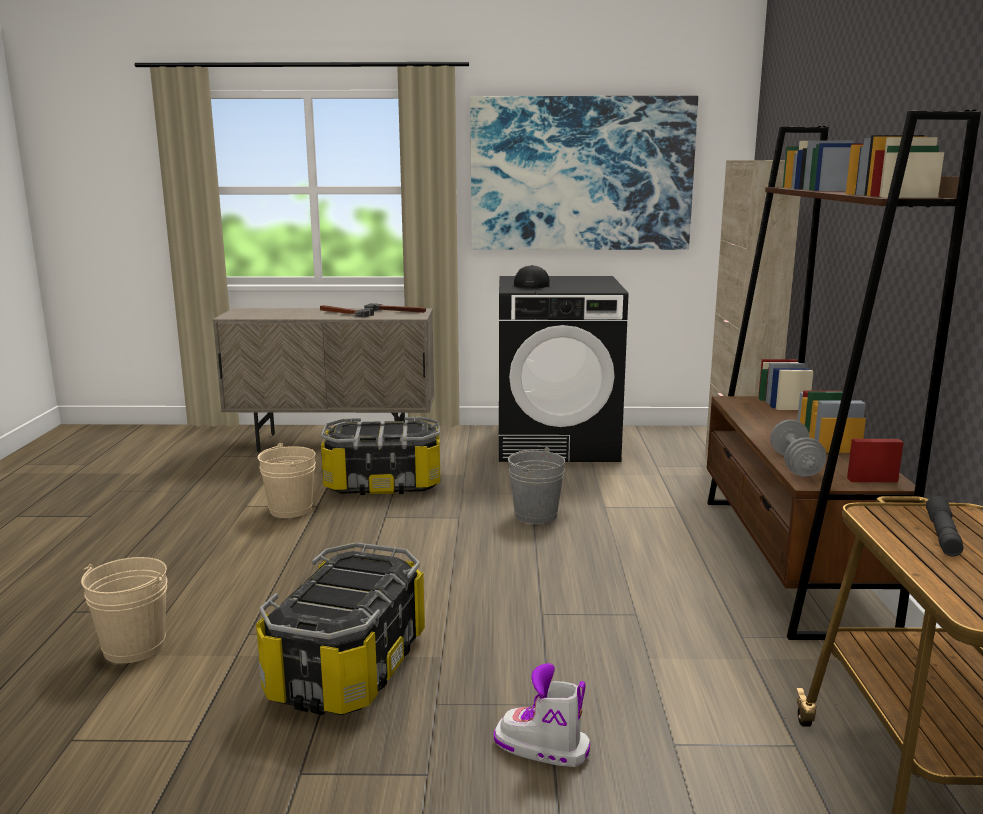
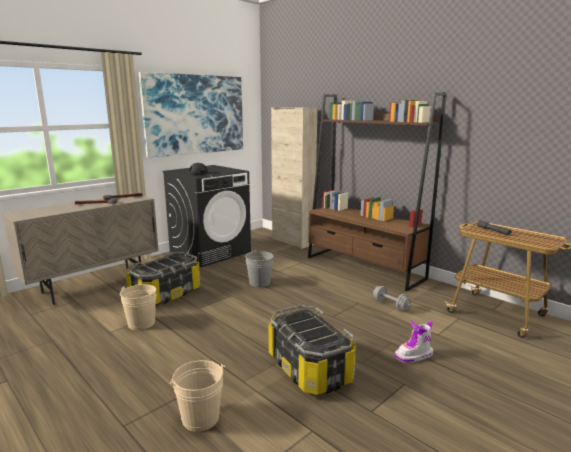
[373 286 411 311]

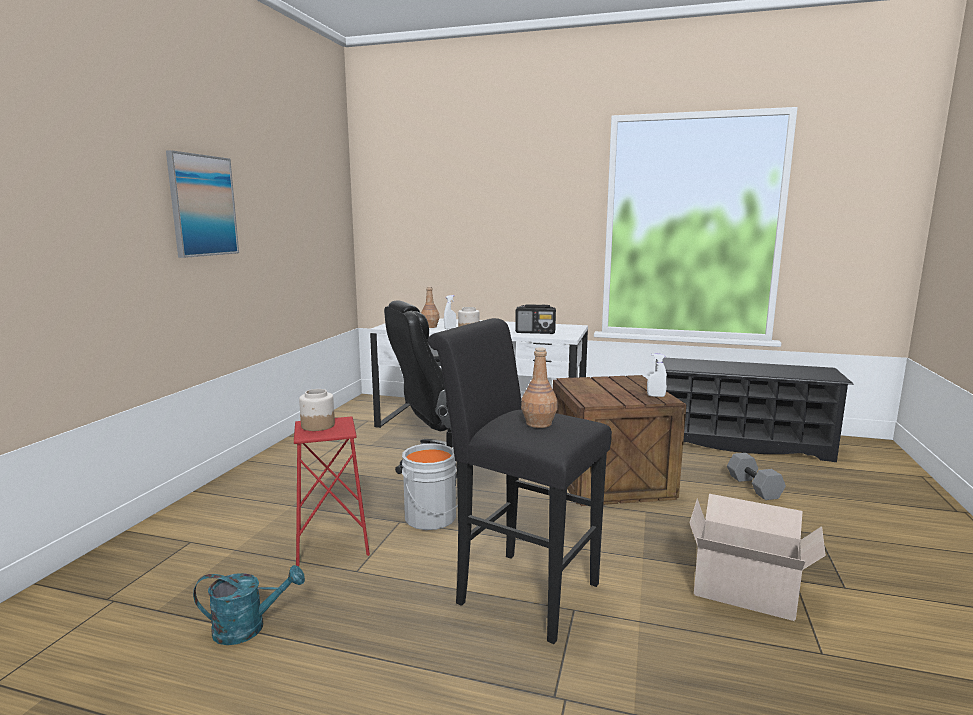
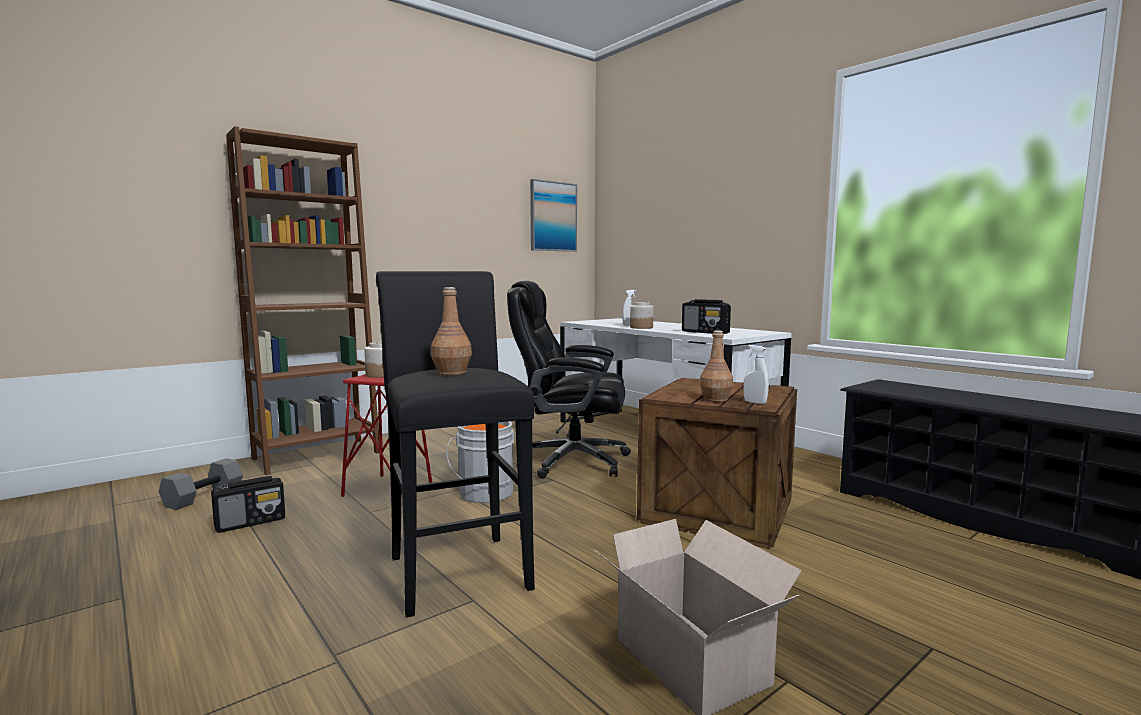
[159 458 243 510]
[211 476 285 533]
[226 126 380 475]
[530 179 577 252]
[700 330 733 402]

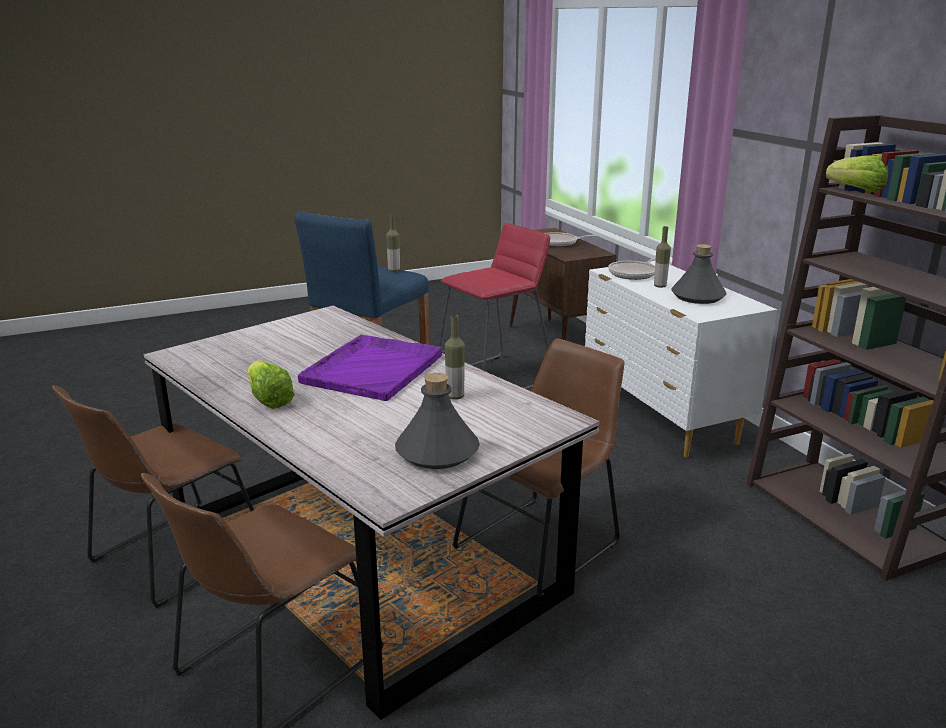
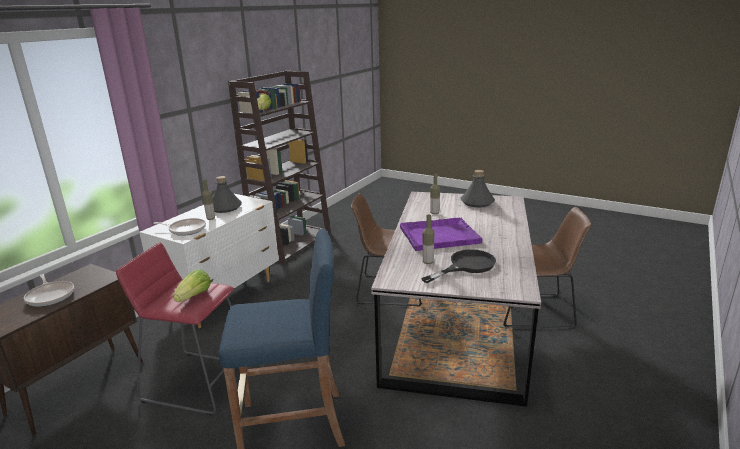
[173 269 211 302]
[421 249 496 283]
[423 214 435 264]
[52 385 254 608] (first image)

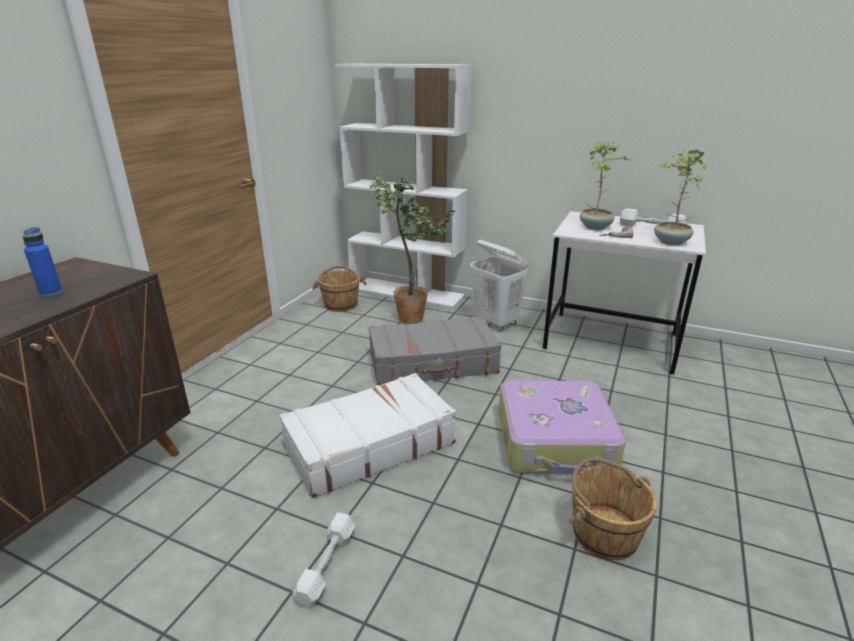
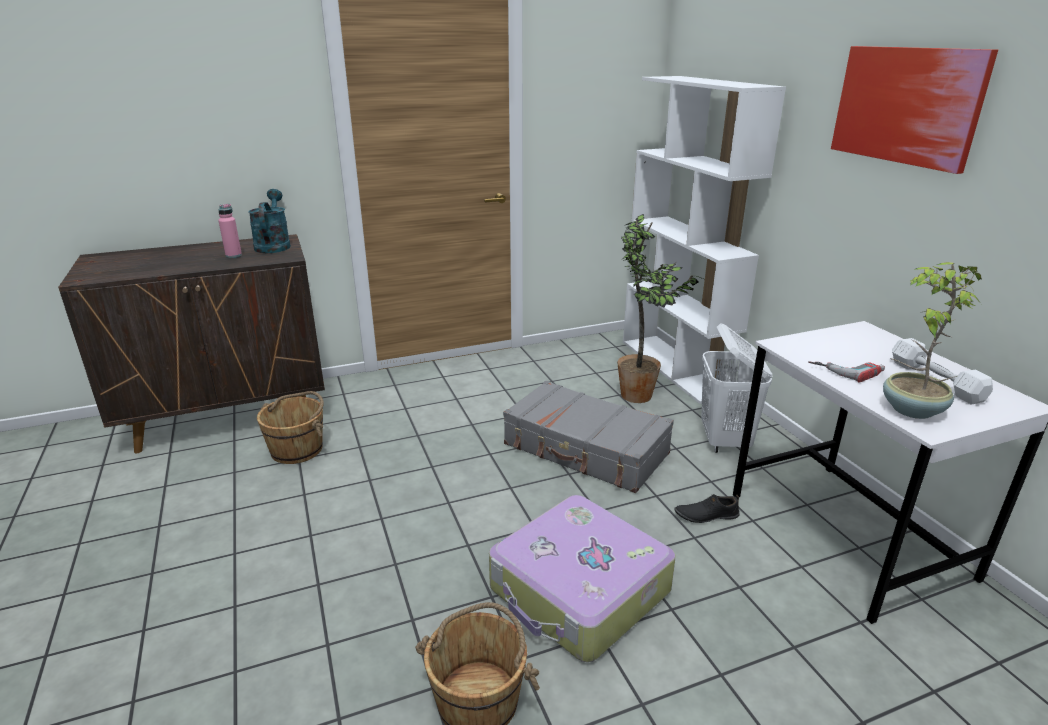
[218 204 242 258]
[248 189 291 253]
[257 391 324 464]
[674 494 739 523]
[831 46 998 174]
[280 373 456 498] (first image)
[292 512 356 607] (first image)
[580 141 630 230] (first image)

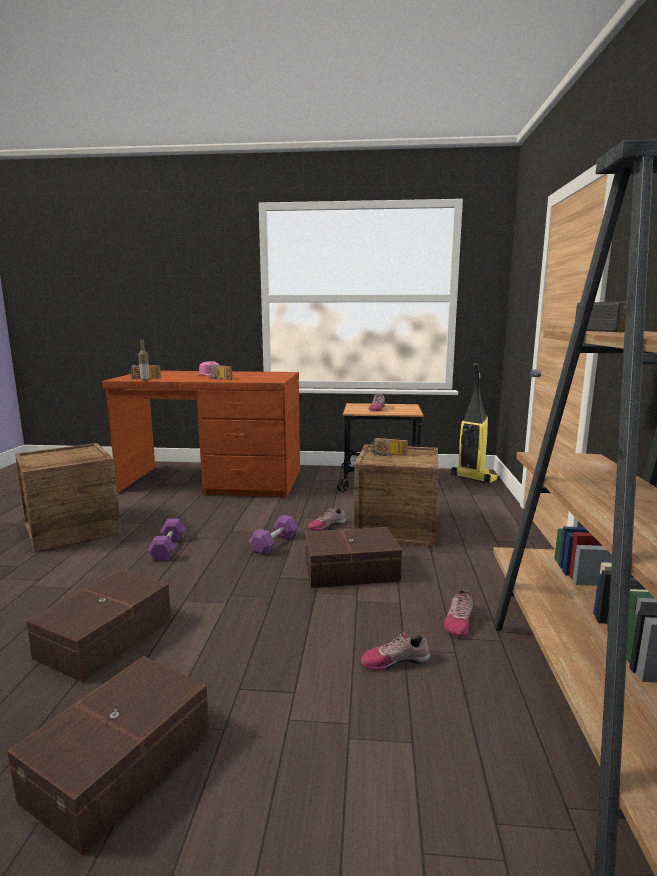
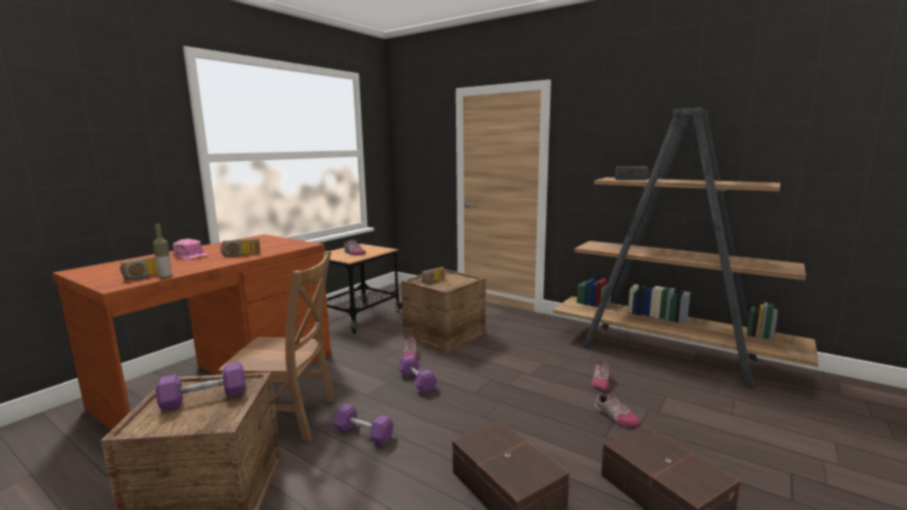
[156 362 246 412]
[218 251 335 442]
[594 393 641 426]
[305 527 402 588] (first image)
[451 363 500 484] (first image)

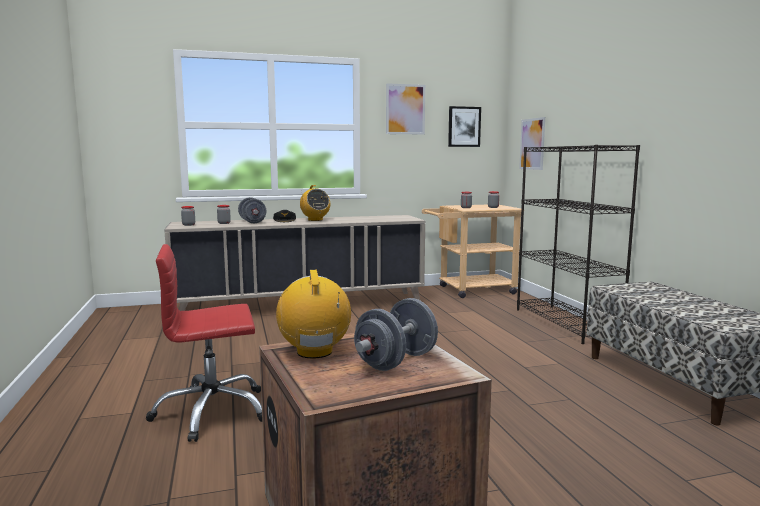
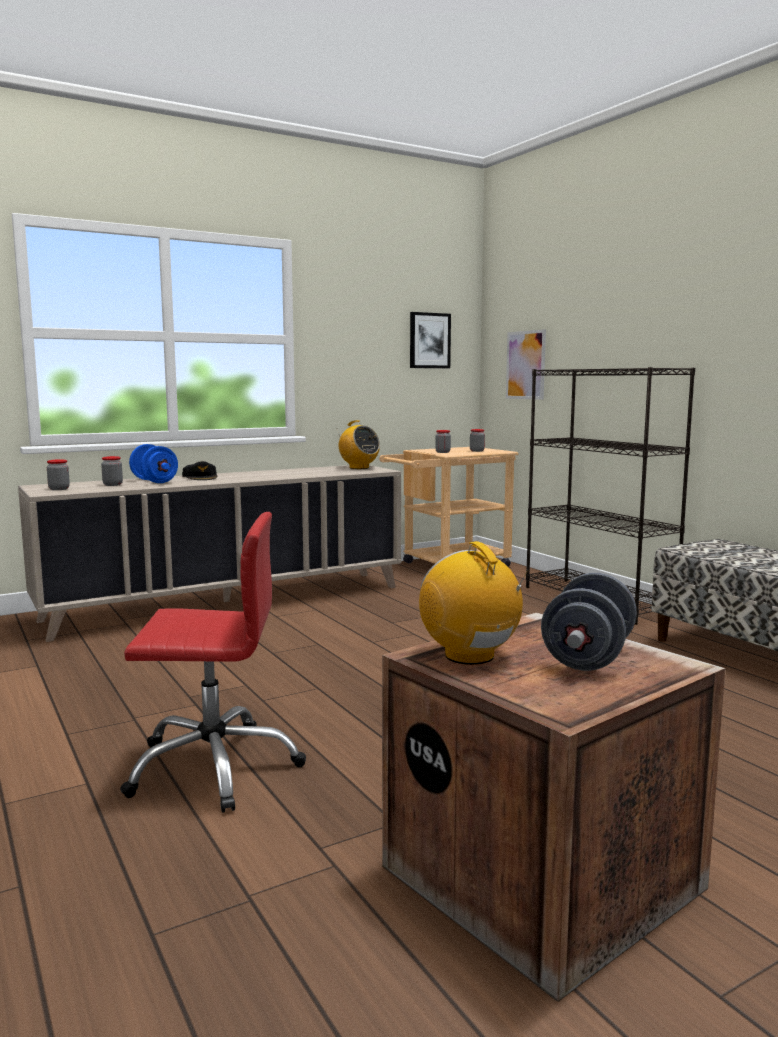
[120 512 306 813]
[129 444 178 483]
[337 420 380 469]
[386 83 425 135] (first image)

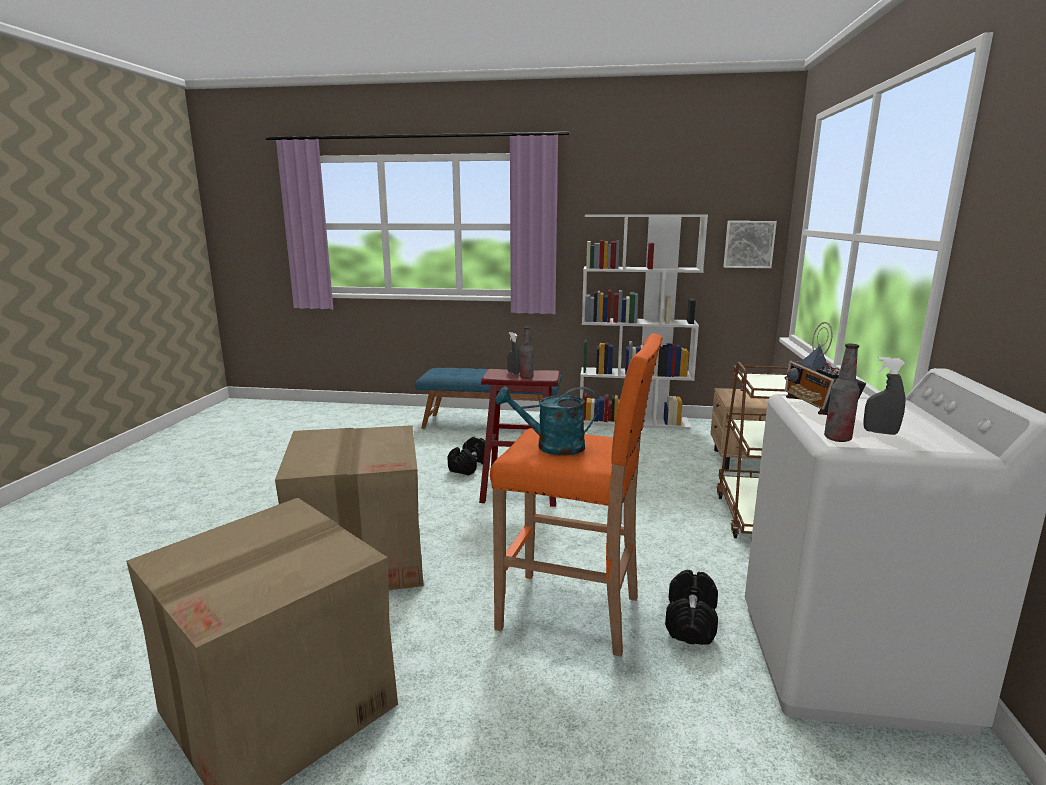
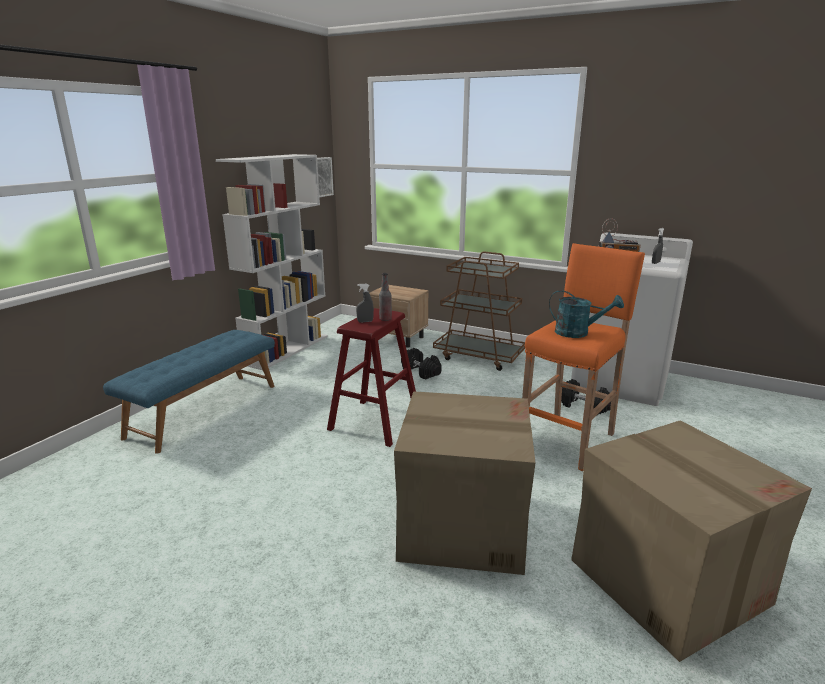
[401 348 442 380]
[549 290 624 338]
[824 344 860 442] (first image)

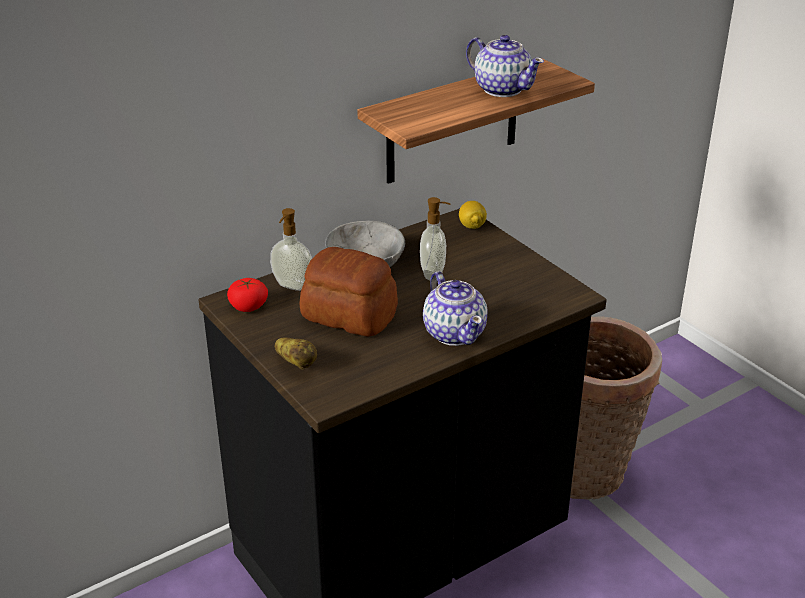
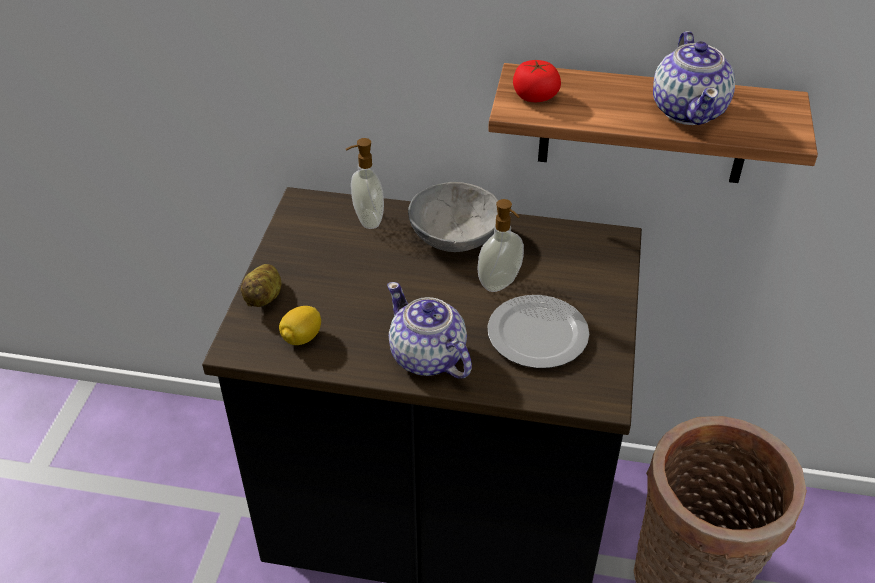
[279 306 321 345]
[387 282 472 379]
[487 295 589 368]
[513 60 561 102]
[300 247 398 337] (first image)

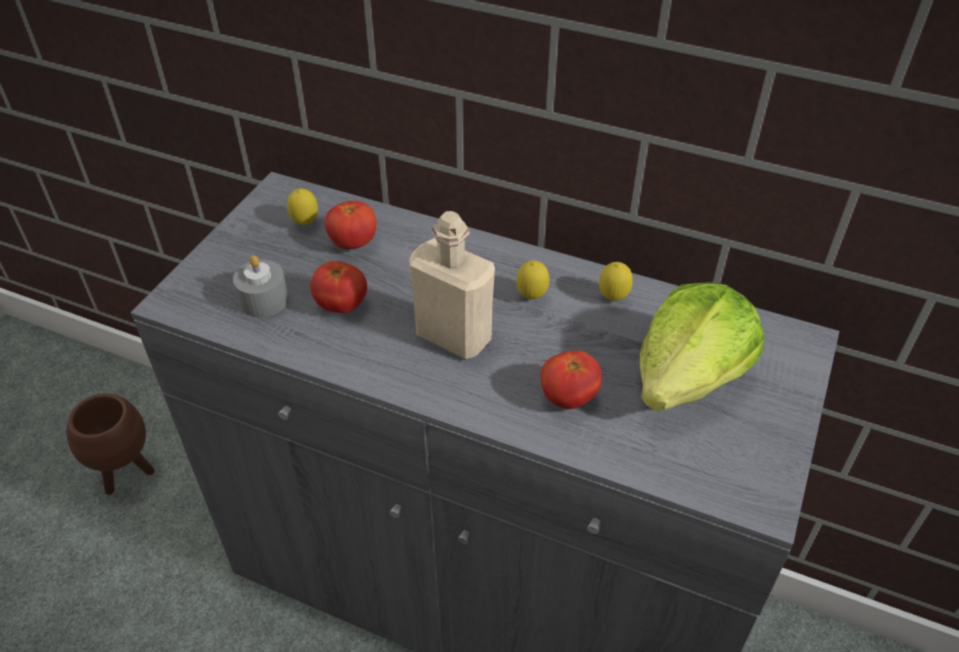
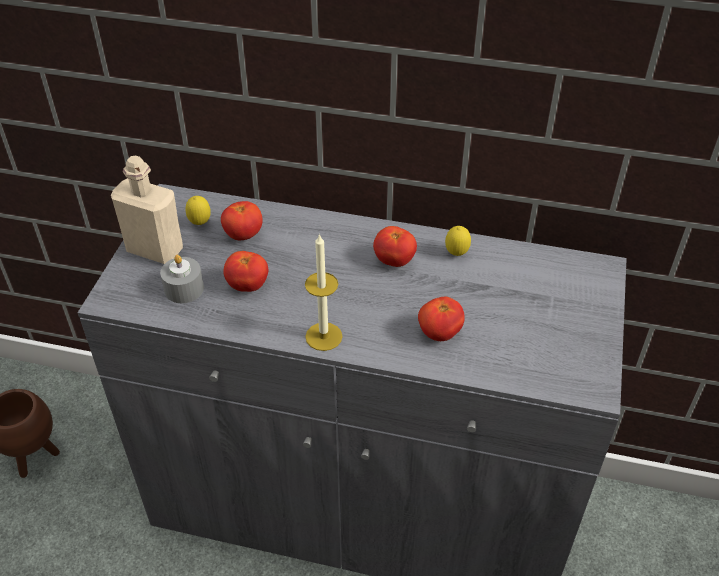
[111 156 183 264]
[305 234 343 351]
[373 226 417 267]
[640 282 764 411] (first image)

